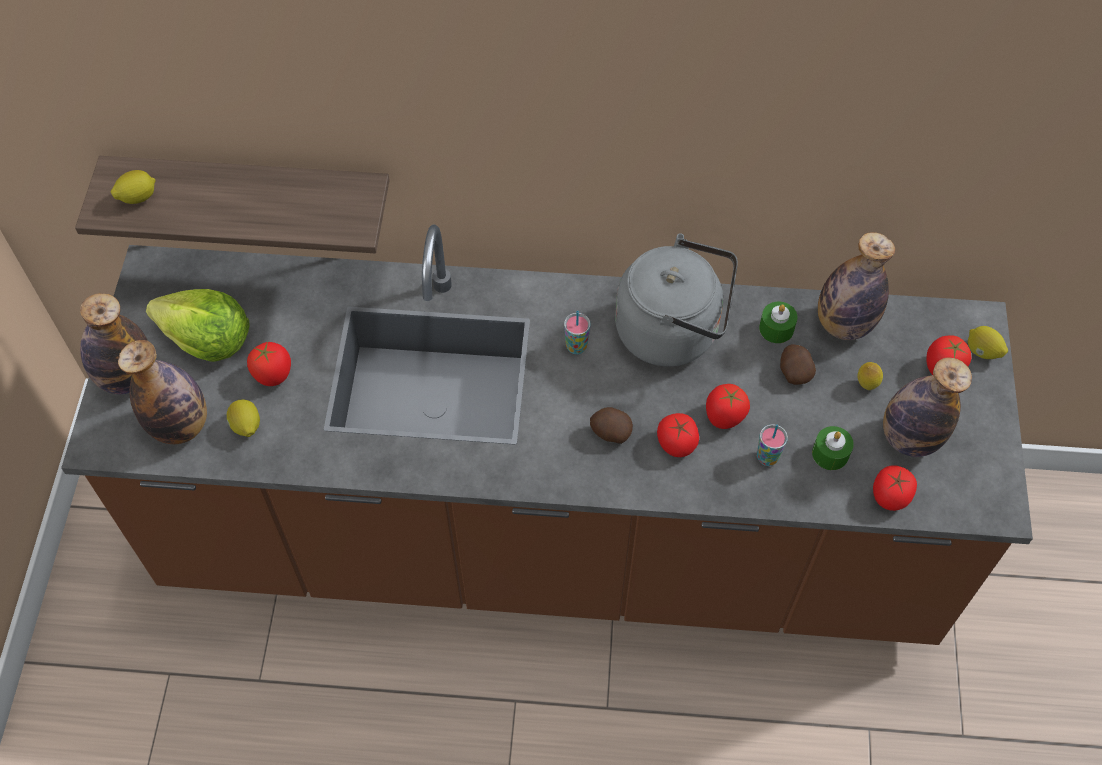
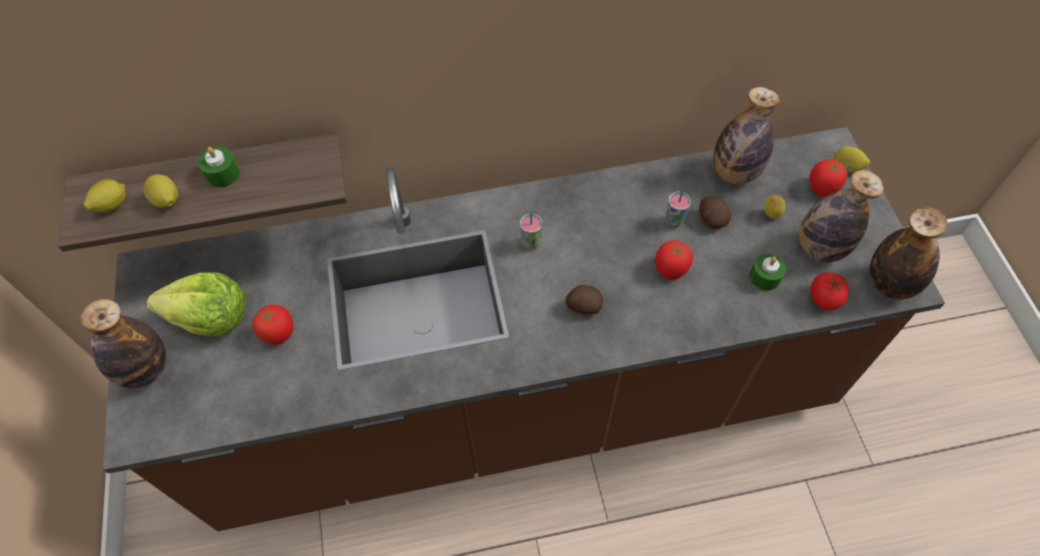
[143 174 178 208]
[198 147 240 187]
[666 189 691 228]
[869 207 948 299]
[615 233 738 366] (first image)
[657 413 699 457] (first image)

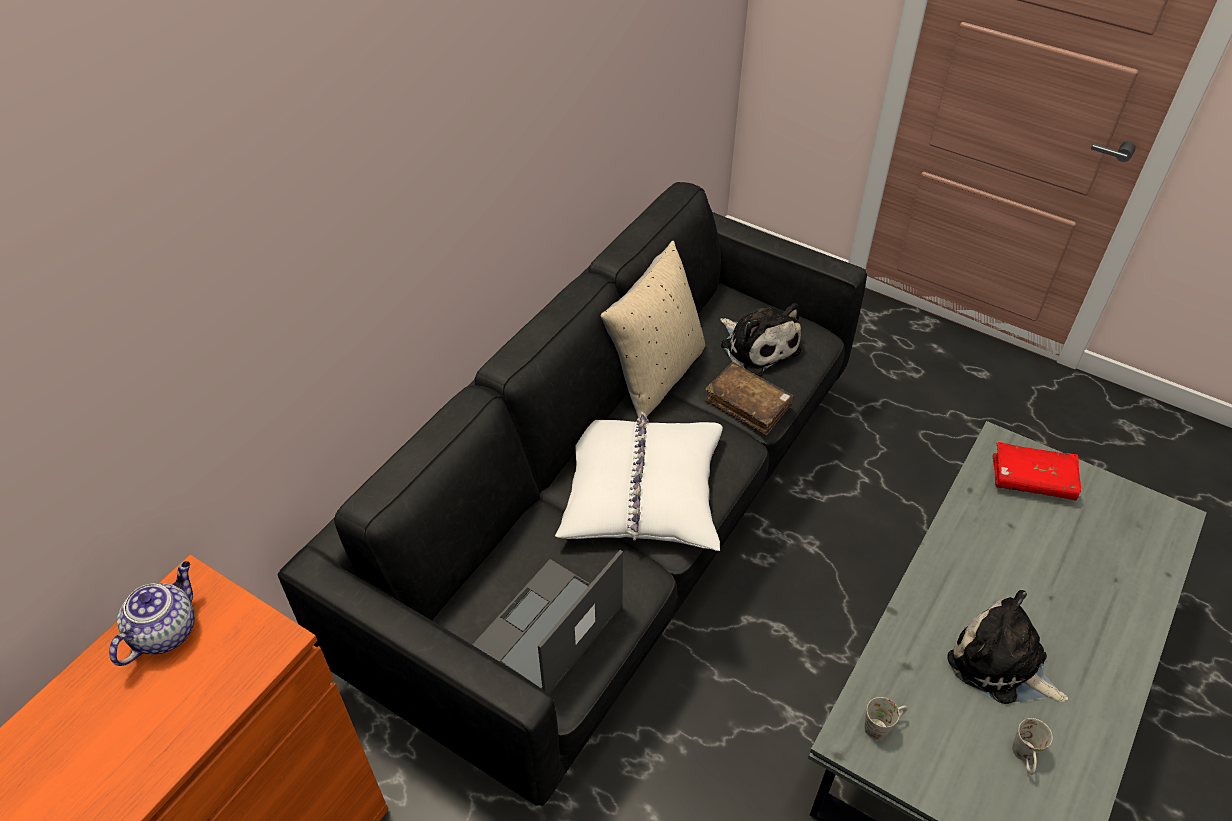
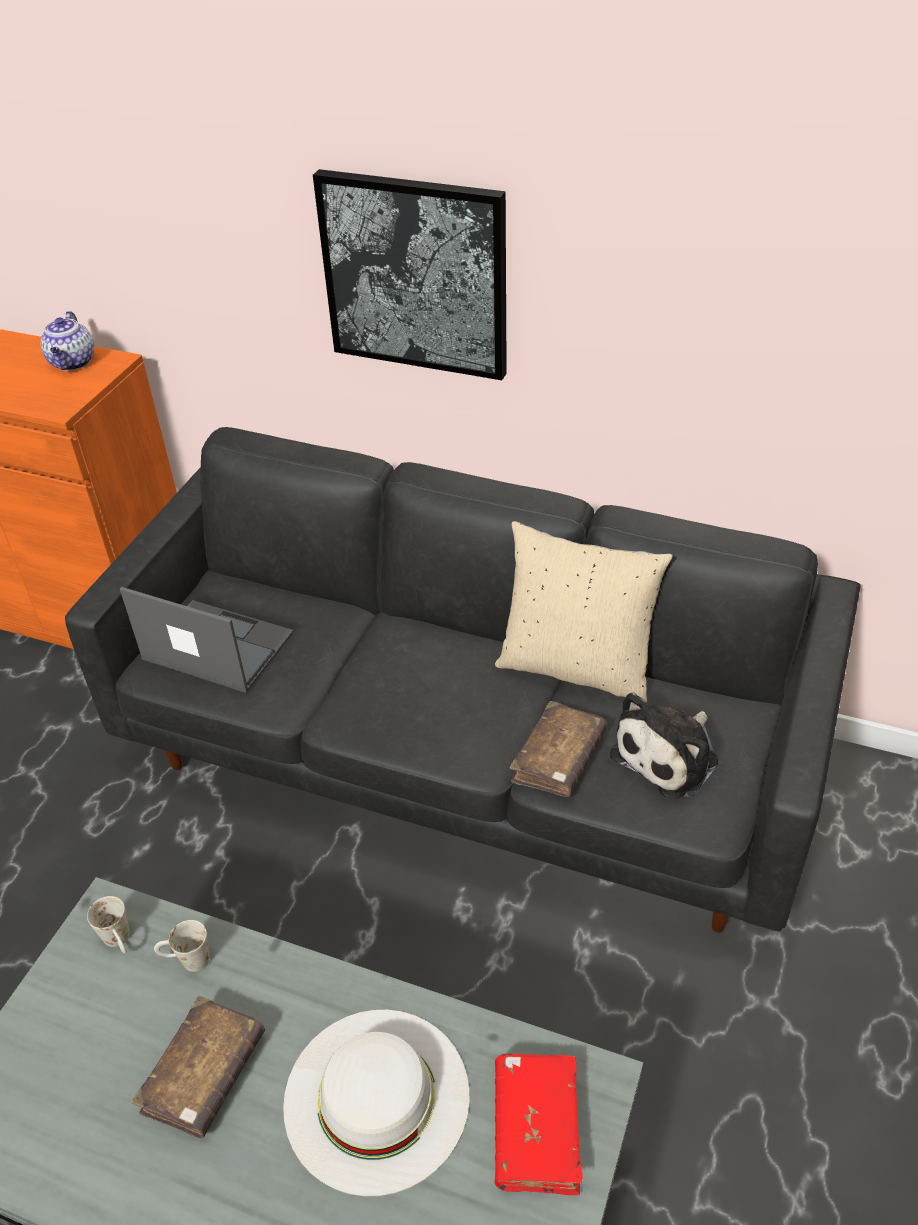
[40 311 94 371]
[131 996 265 1138]
[154 920 210 972]
[283 1010 470 1196]
[313 169 507 380]
[555 412 723 551] (first image)

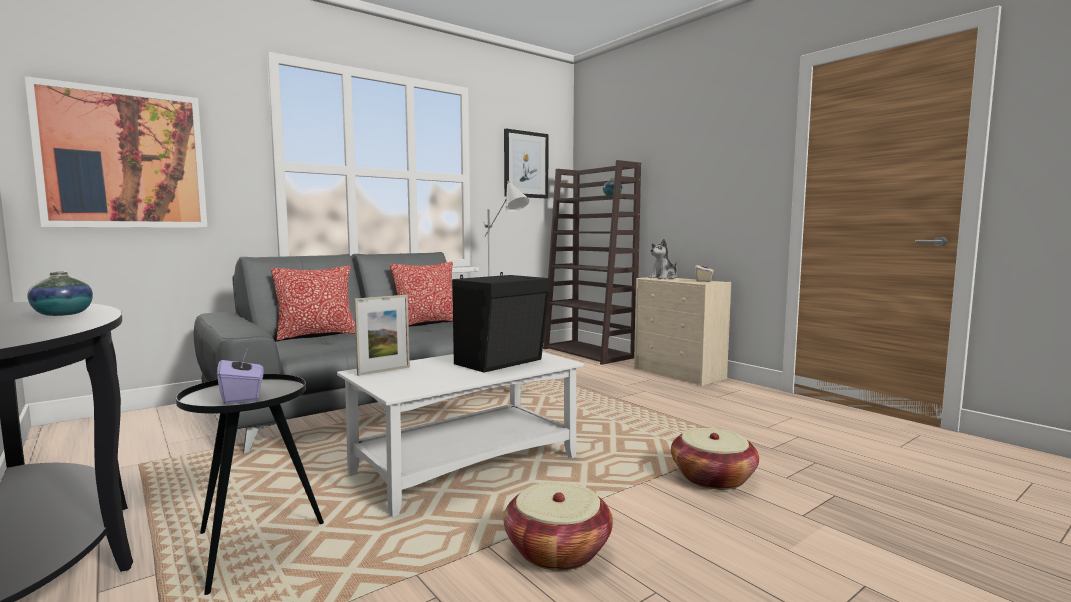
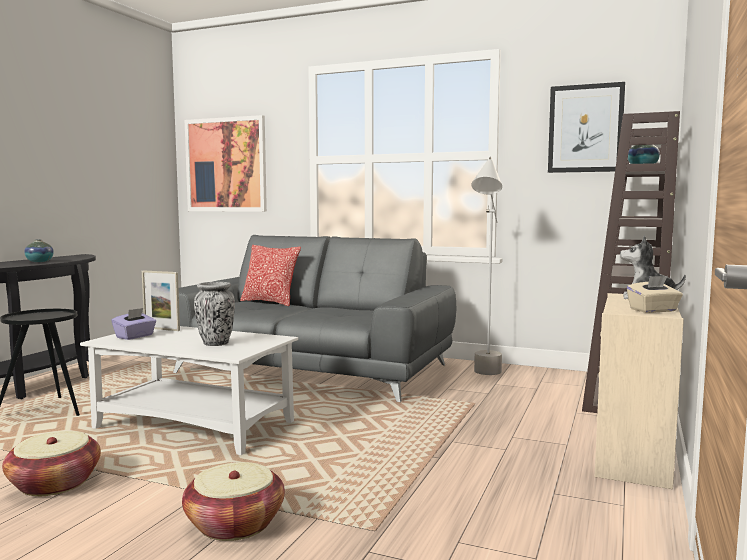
[111 308 156 340]
[194 282 235 346]
[390 262 453 325] (first image)

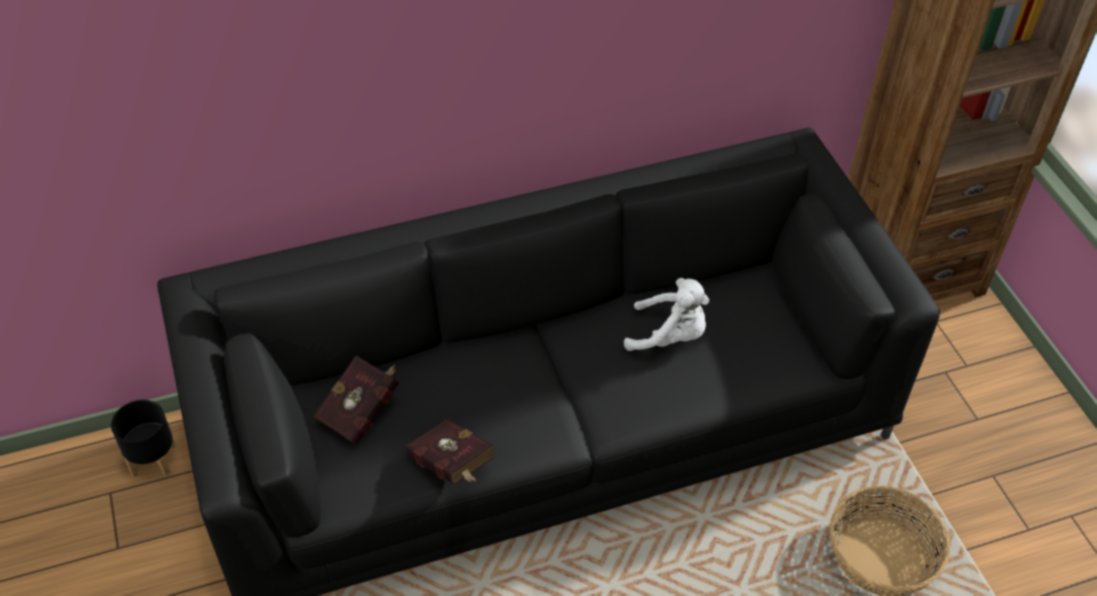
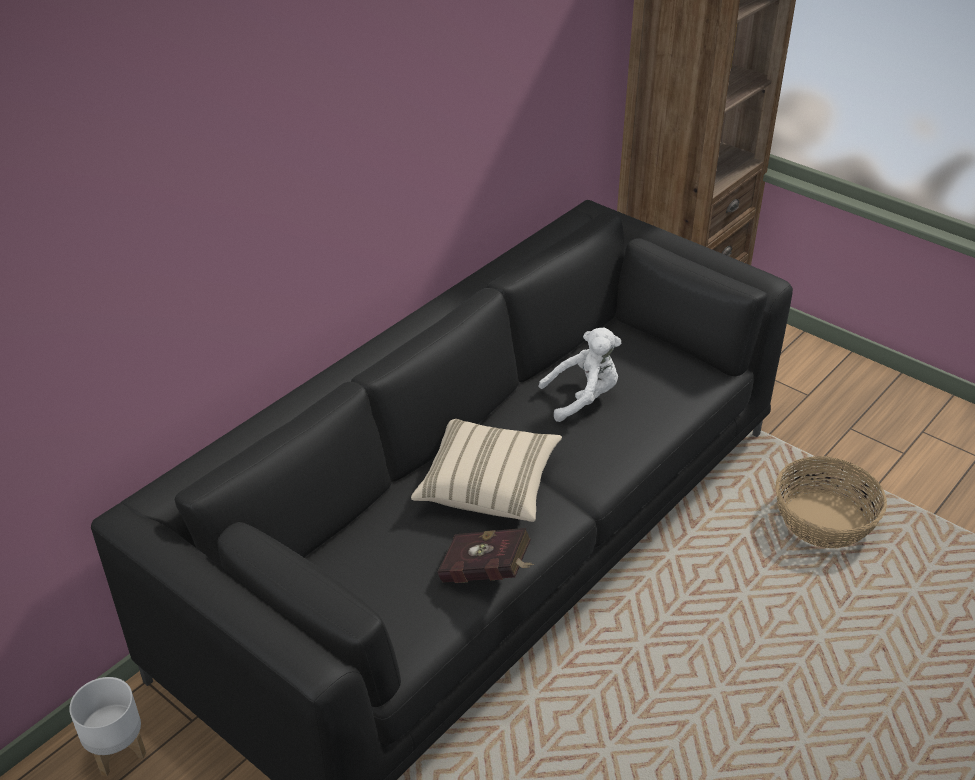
[69 677 146 776]
[411 419 562 522]
[313 355 399 445] (first image)

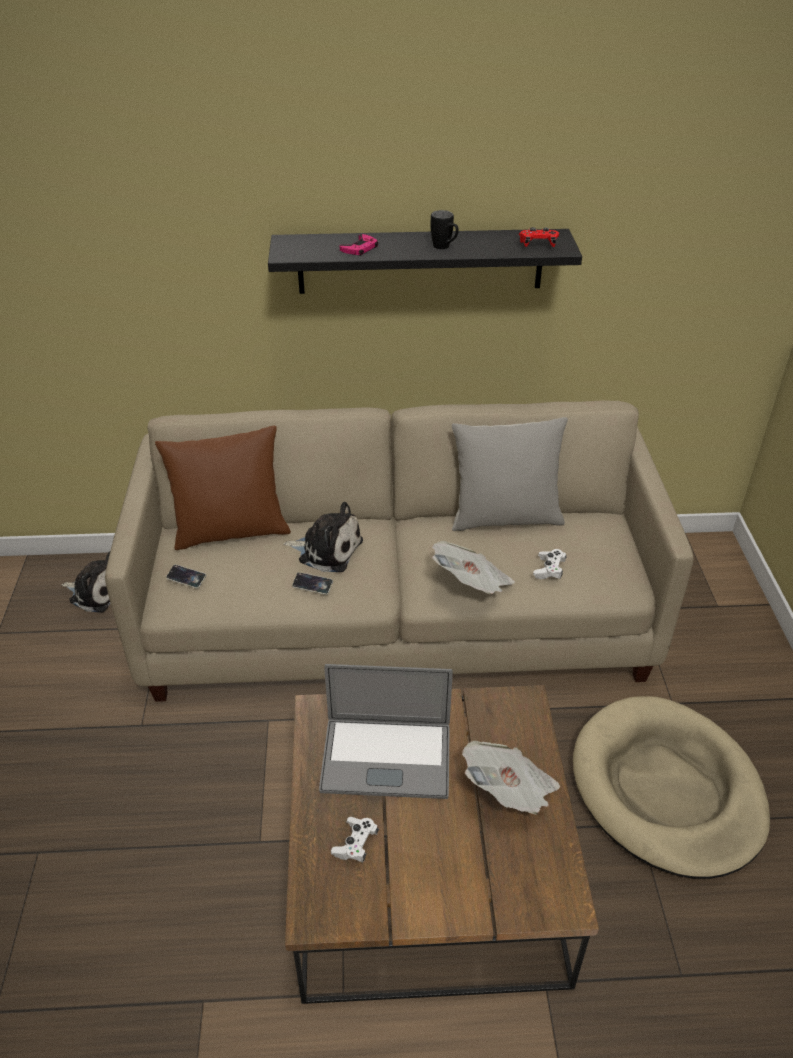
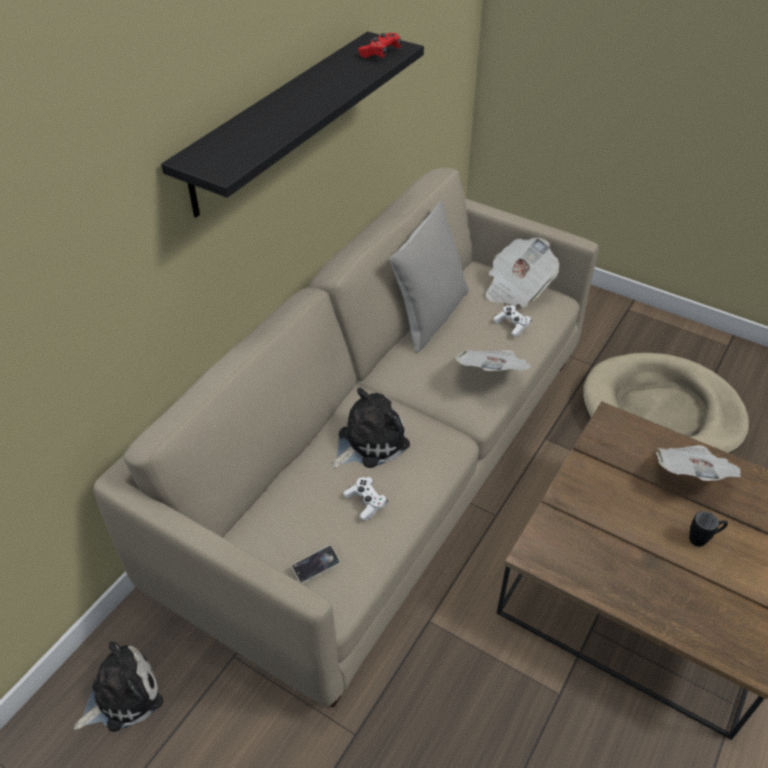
[344 477 388 521]
[486 238 559 307]
[689 511 728 547]
[155 426 291 550] (first image)
[292 572 333 595] (first image)
[319 664 453 799] (first image)
[340 234 378 256] (first image)

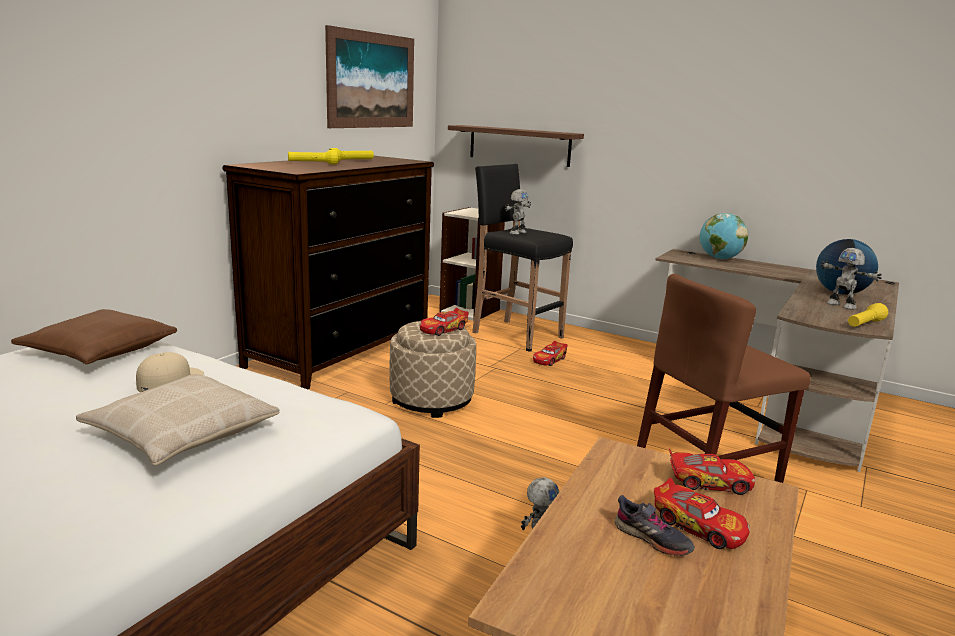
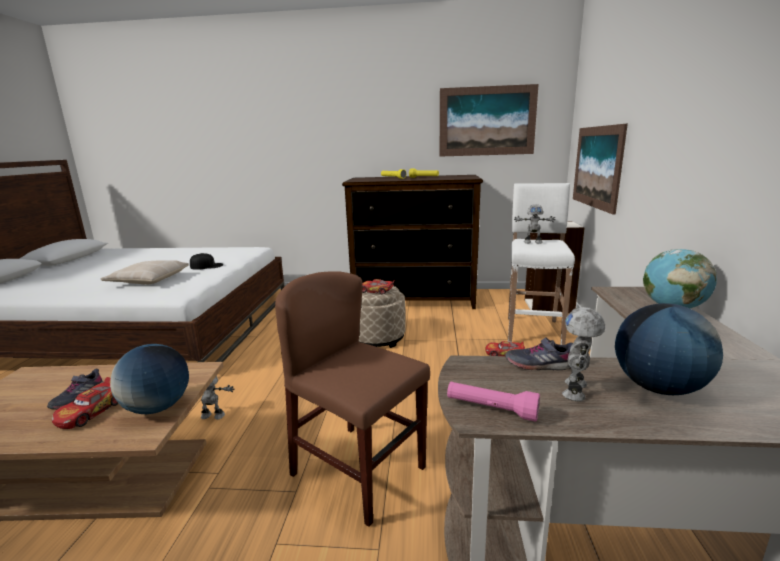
[110 344 189 414]
[190 253 223 270]
[447 382 540 422]
[505 337 573 370]
[508 183 575 345]
[573 124 628 215]
[11 309 177 364] (first image)

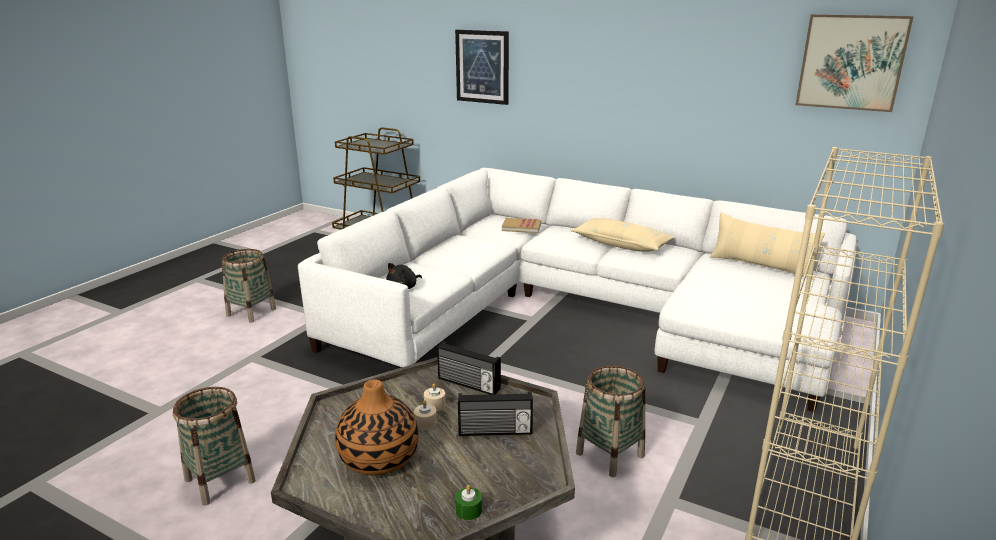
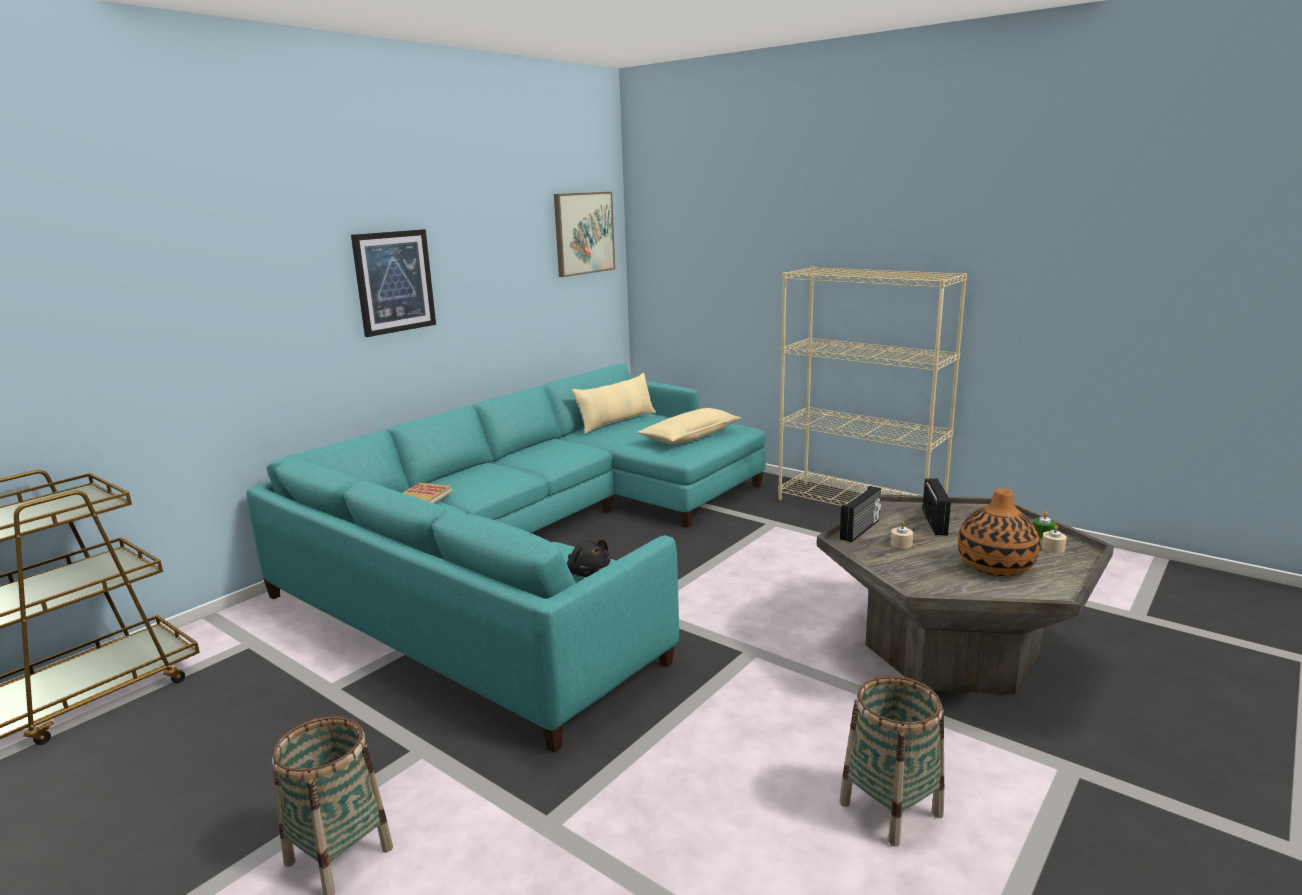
[246 363 766 753]
[351 229 436 337]
[637 408 740 444]
[1041 525 1067 553]
[576 365 645 477] (first image)

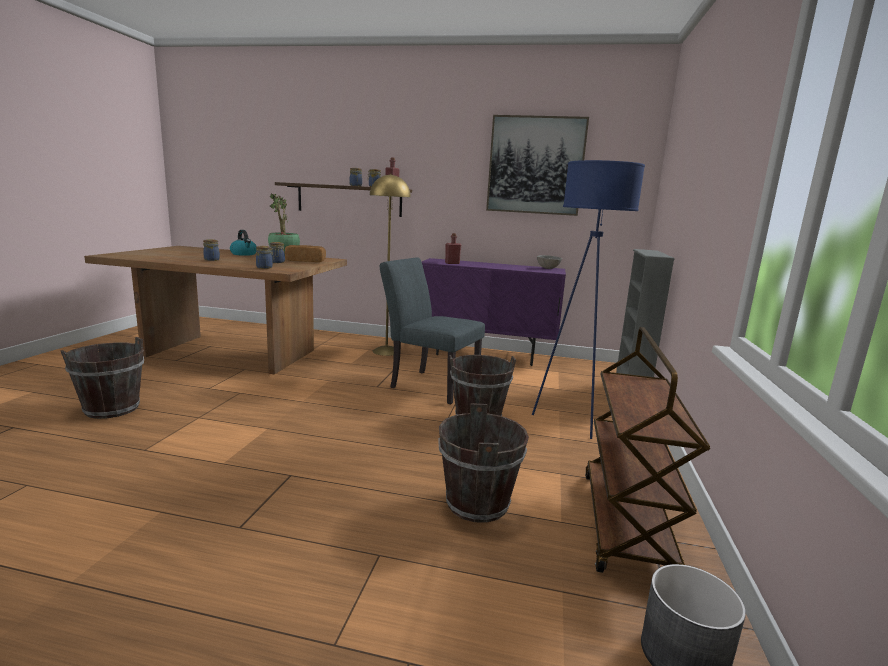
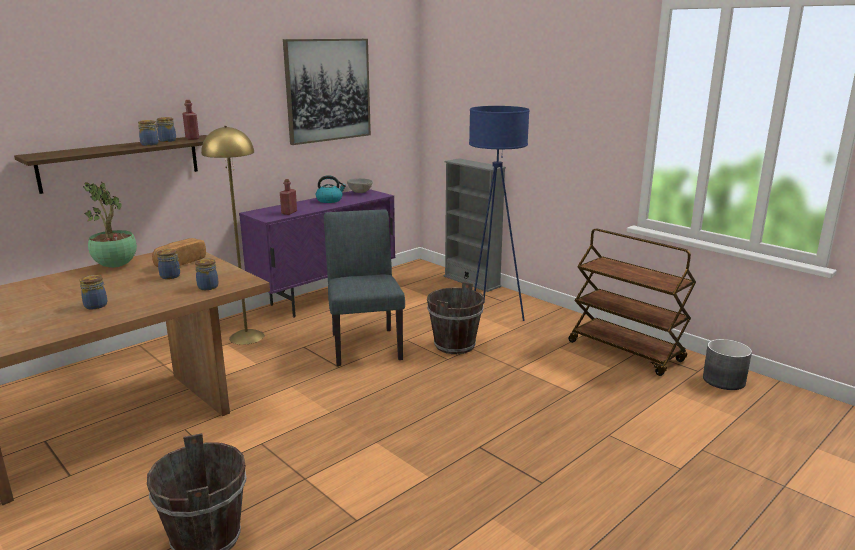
[316 175 346 203]
[324 209 405 366]
[439 403 529 523] (first image)

